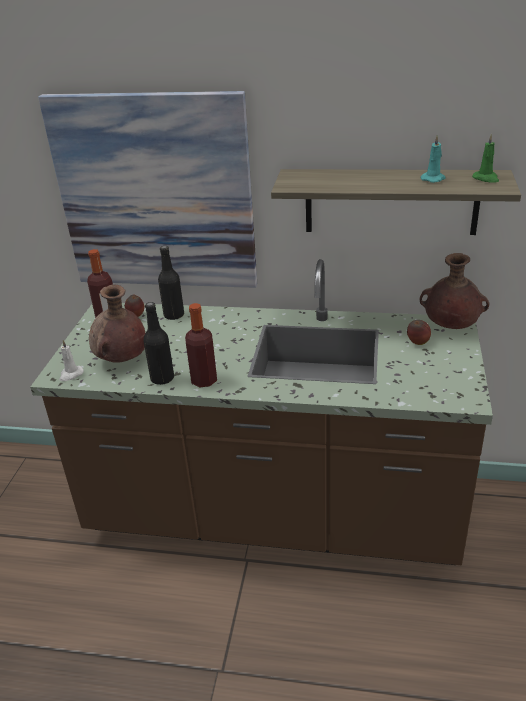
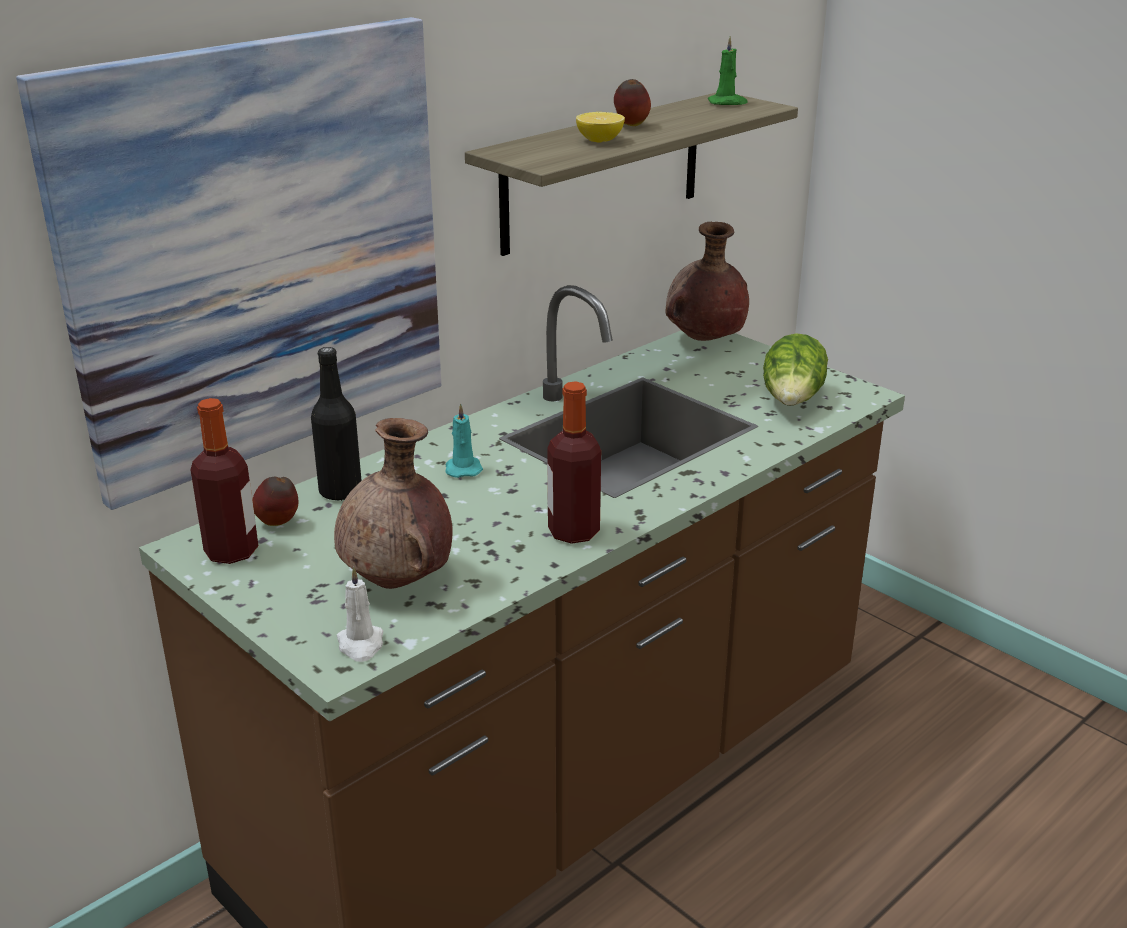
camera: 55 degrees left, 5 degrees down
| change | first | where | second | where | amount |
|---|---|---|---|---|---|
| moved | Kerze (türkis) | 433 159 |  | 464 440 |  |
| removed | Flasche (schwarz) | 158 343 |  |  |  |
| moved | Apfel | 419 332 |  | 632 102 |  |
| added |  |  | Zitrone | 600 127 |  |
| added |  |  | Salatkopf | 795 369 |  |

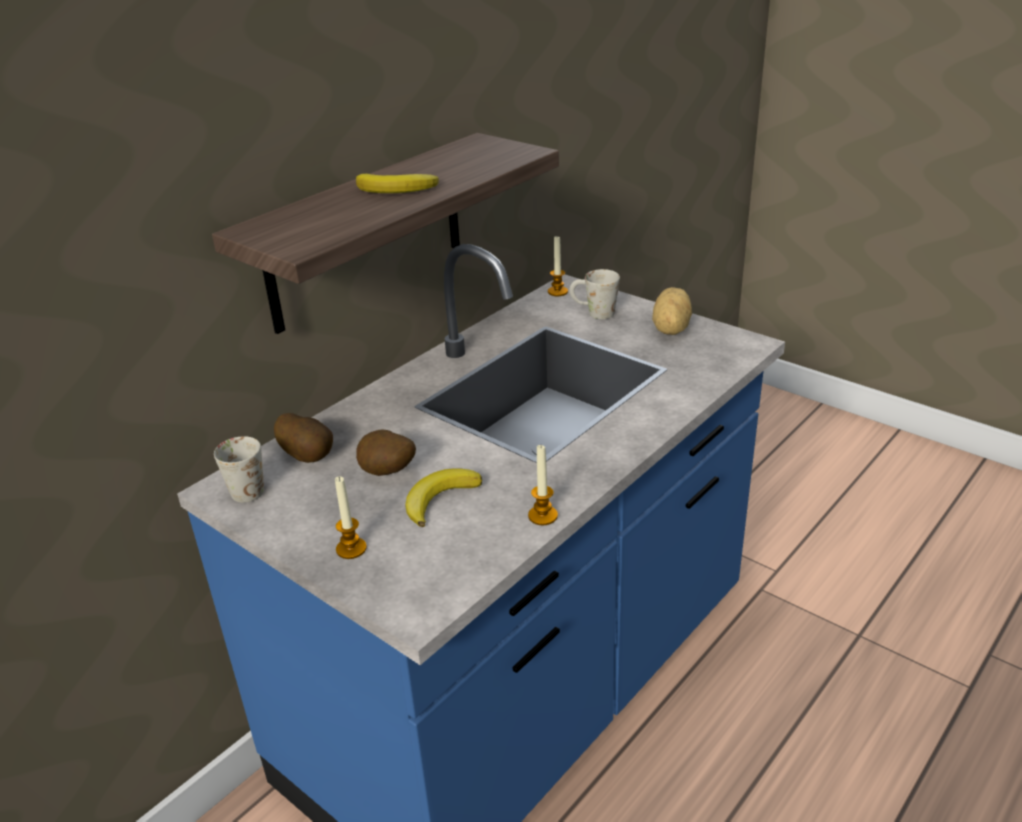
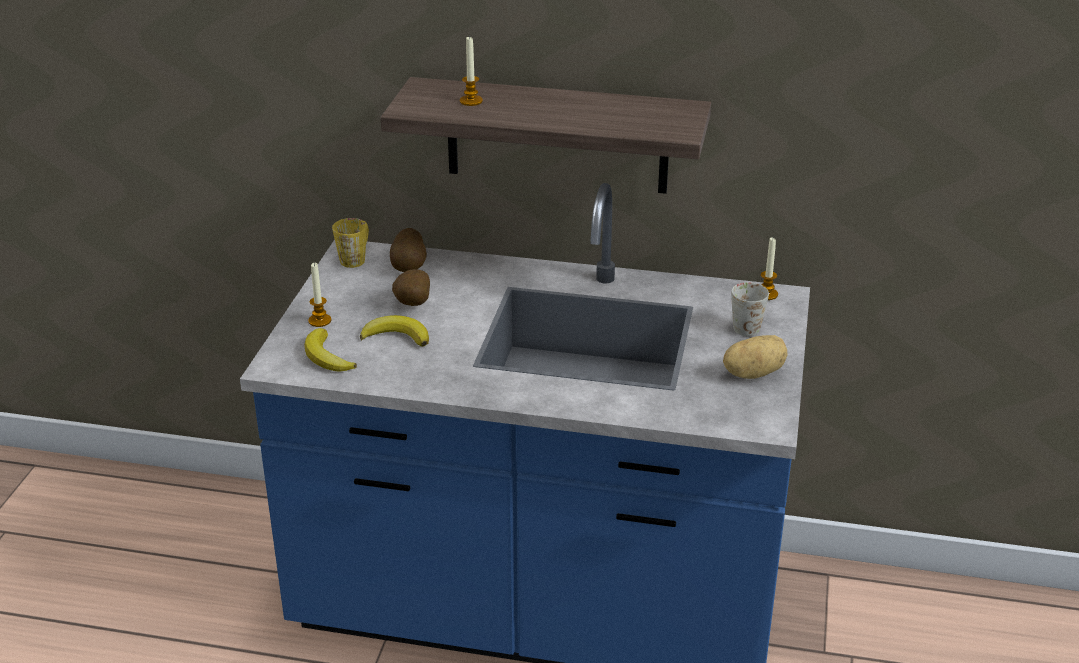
camera: 60 degrees right, 0 degrees up
| change | first | where | second | where | amount |
|---|---|---|---|---|---|
| moved | Banane | 397 183 |  | 330 350 |  |
| recoloured | Henkelbecher (weiß) | 239 469 | Henkelbecher (gelb) | 350 243 |  |
| moved | Kerze | 543 485 |  | 471 71 |  |

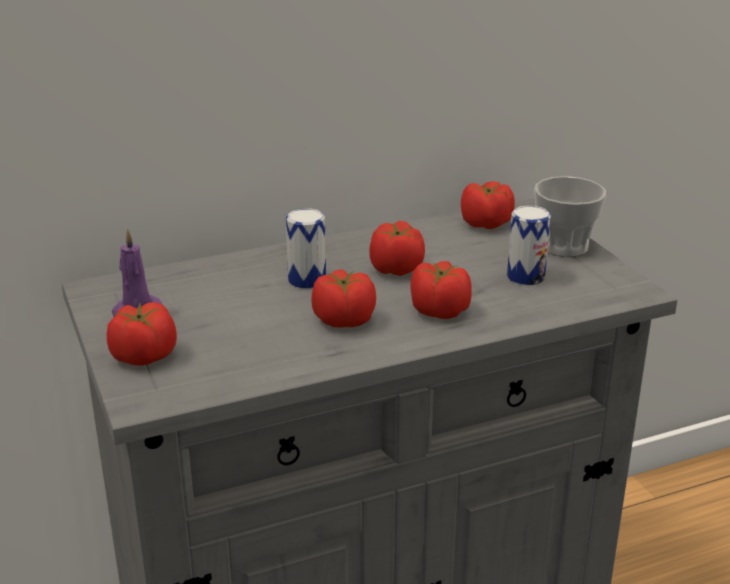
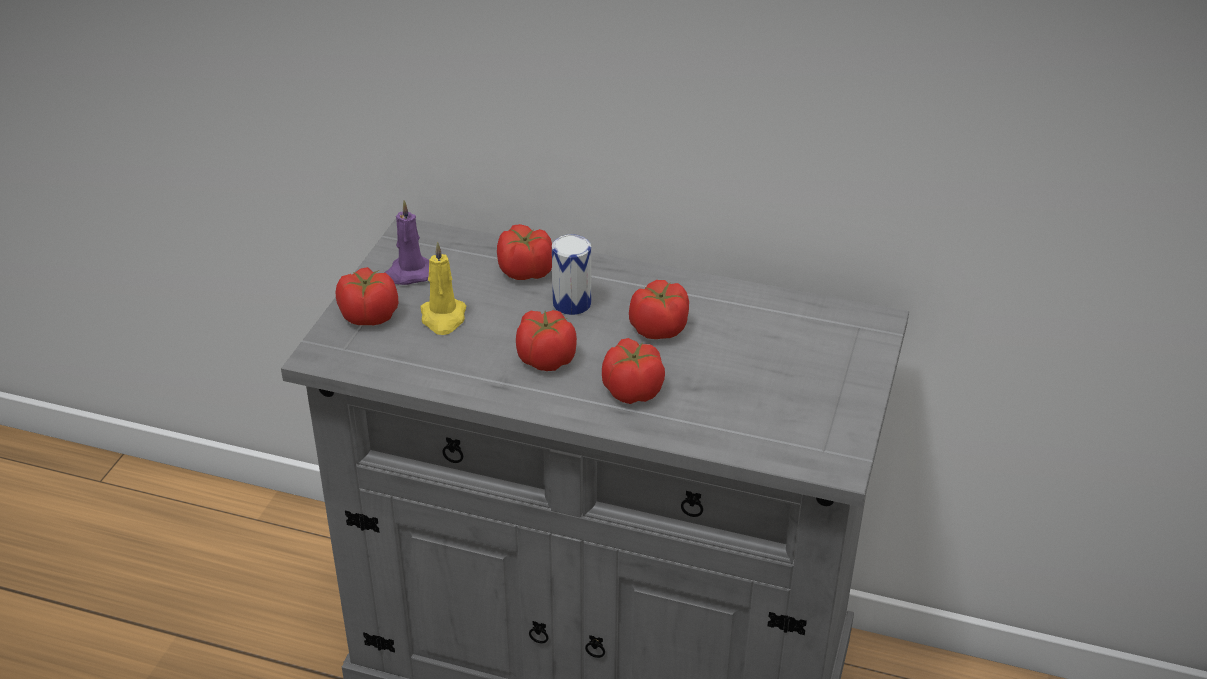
camera: 40 degrees right, 10 degrees up
| change | first | where | second | where | amount |
|---|---|---|---|---|---|
| removed | Tasse | 570 216 |  |  |  |
| moved | Tomate | 488 205 |  | 524 252 |  |
| removed | Dose | 529 246 |  |  |  |
| added |  |  | Kerze (gelb) | 443 288 |  |

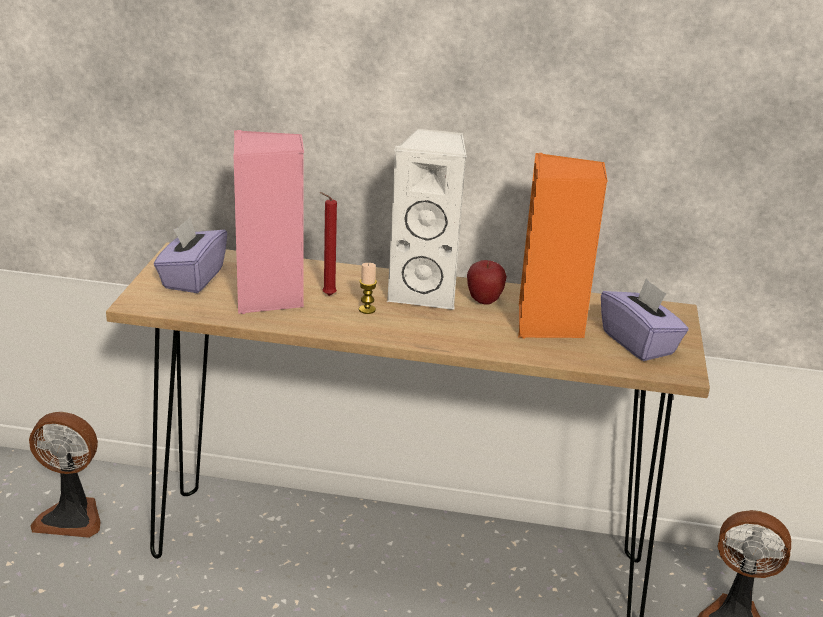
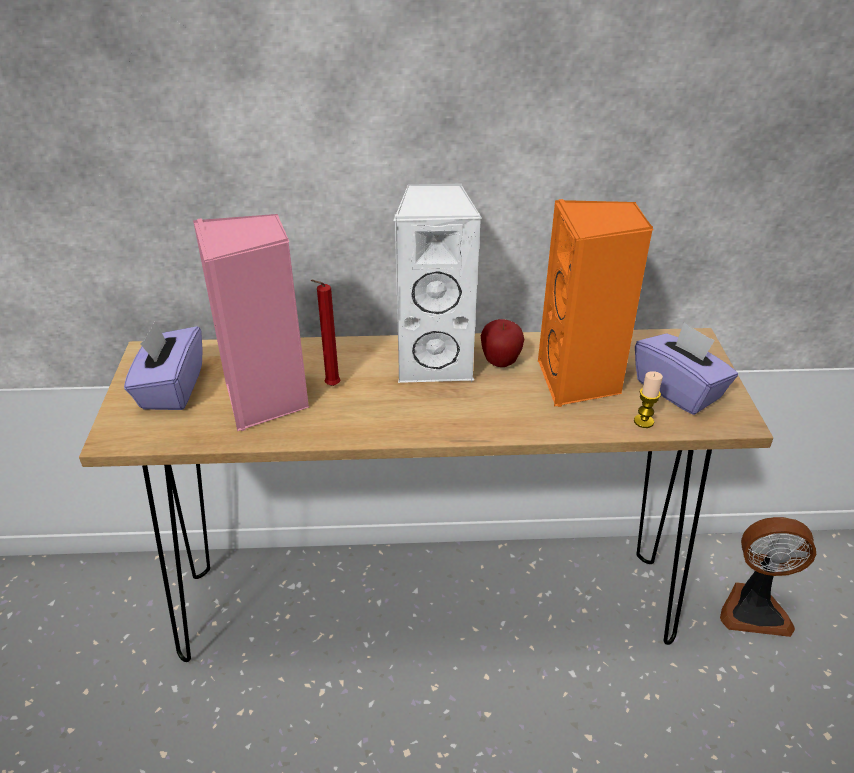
camera: 10 degrees left, 10 degrees up
| change | first | where | second | where | amount |
|---|---|---|---|---|---|
| moved | Kerze | 368 288 |  | 648 399 |  |
| removed | Ventilator | 64 475 |  |  |  |

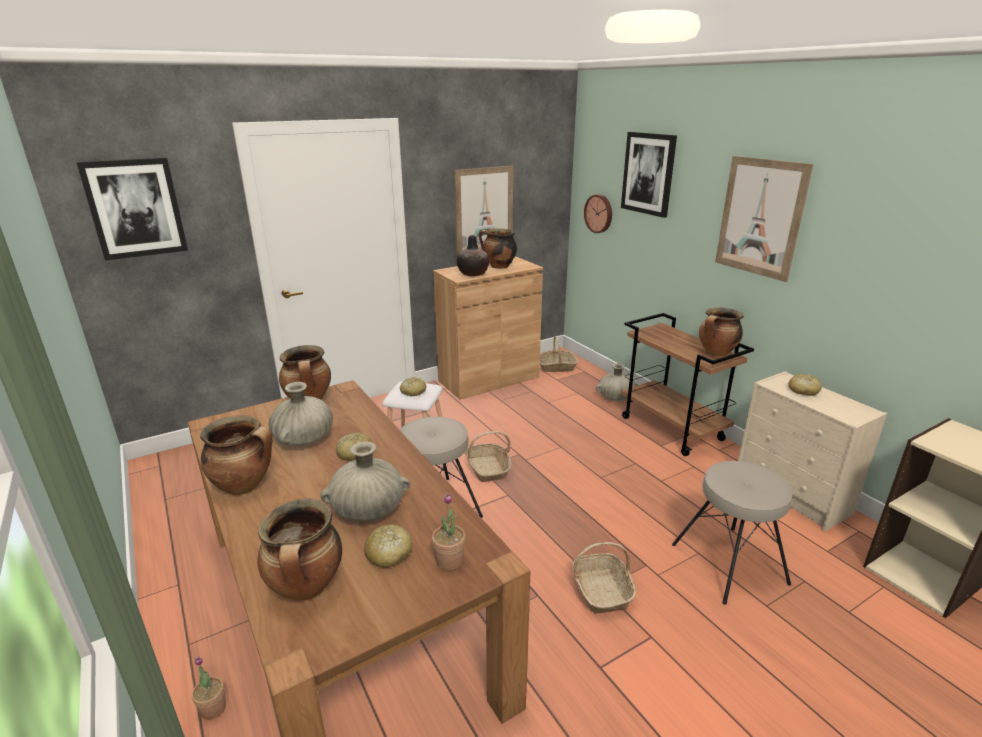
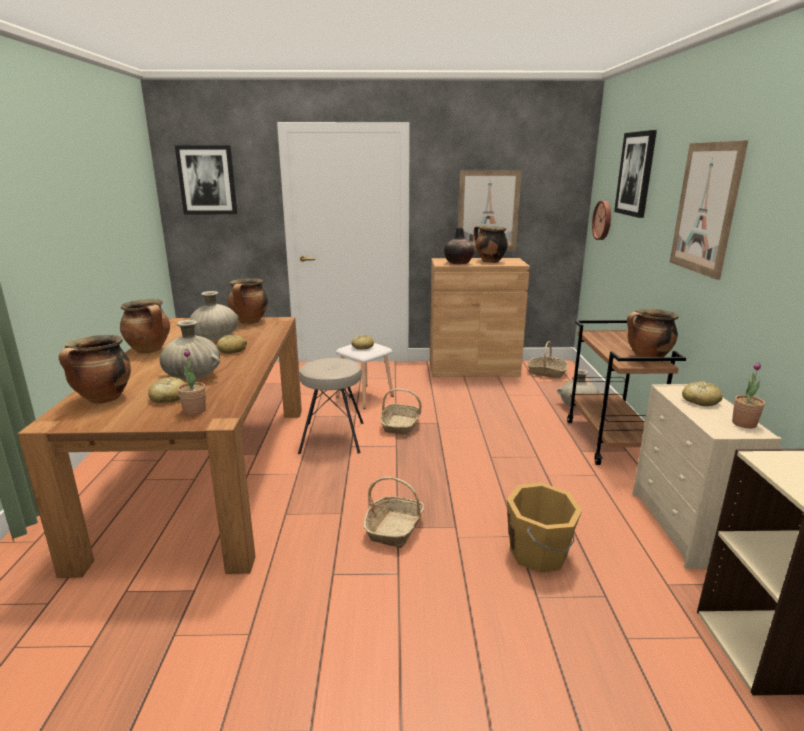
camera: 30 degrees right, 5 degrees down
| change | first | where | second | where | amount |
|---|---|---|---|---|---|
| replaced | Hocker (beige) | 732 533 | Eimer (orange) | 544 527 |  |
| moved | Topfpflanze | 209 688 |  | 748 395 |  |

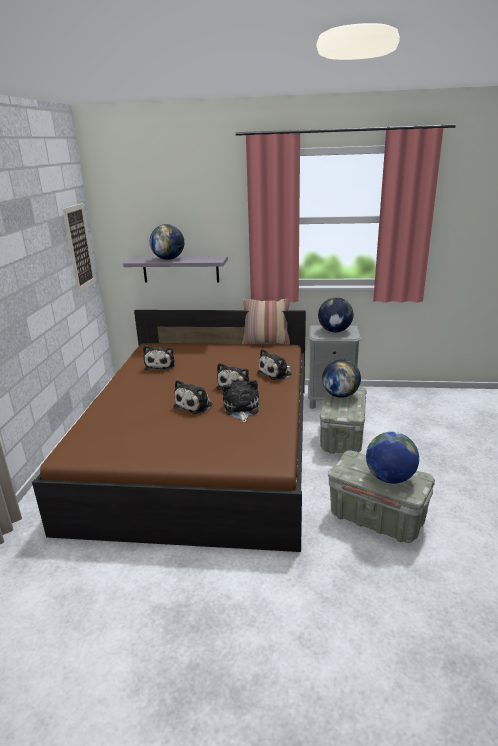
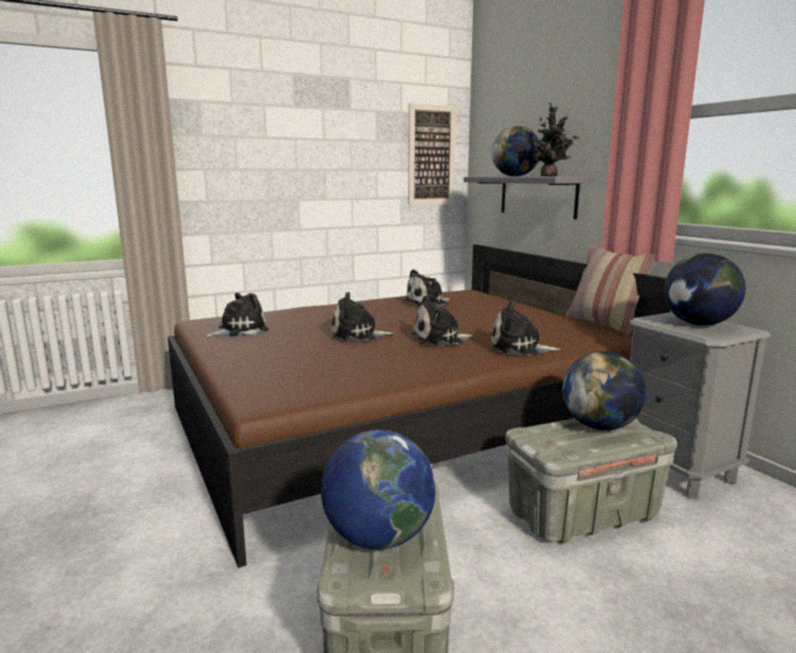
camera: 55 degrees right, 10 degrees down
| change | first | where | second | where | amount |
|---|---|---|---|---|---|
| moved | Plüschtier | 240 401 |  | 237 315 |  |
| added |  |  | Topfpflanze | 554 140 |  |

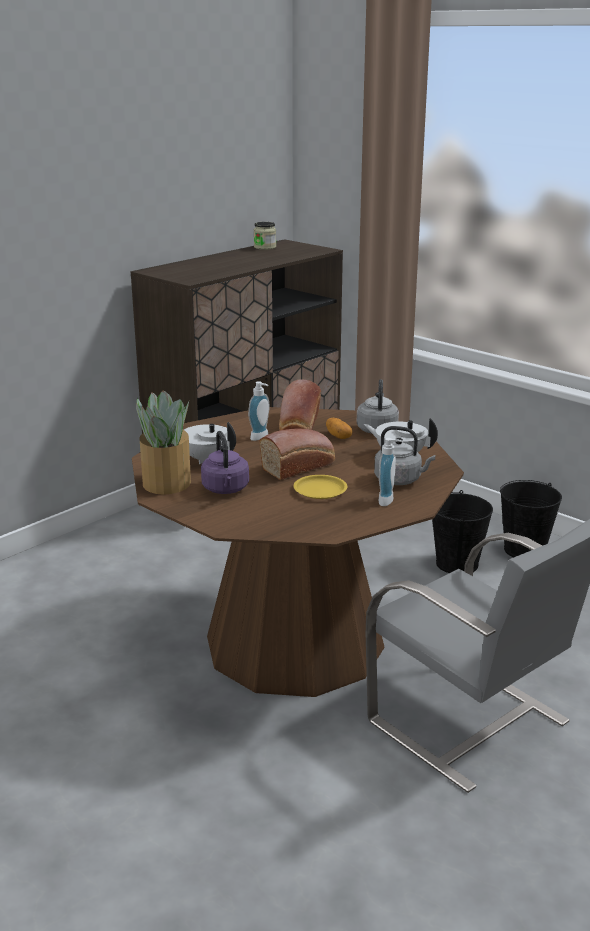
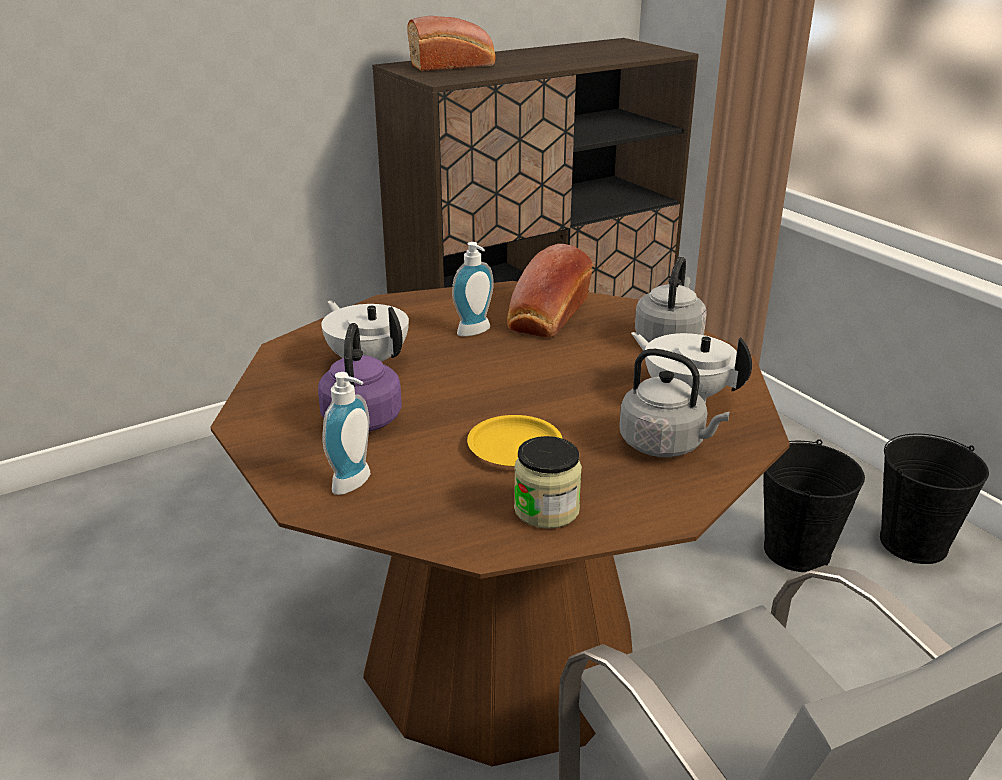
camera: 15 degrees right, 5 degrees up
| change | first | where | second | where | amount |
|---|---|---|---|---|---|
| moved | Vorratsglas | 265 236 |  | 548 482 |  |
| removed | Topfpflanze | 163 442 |  |  |  |
| removed | Kartoffel | 339 428 |  |  |  |
| moved | Brot | 297 454 |  | 451 43 |  |
| moved | Seifenspender | 391 472 |  | 346 433 |  |

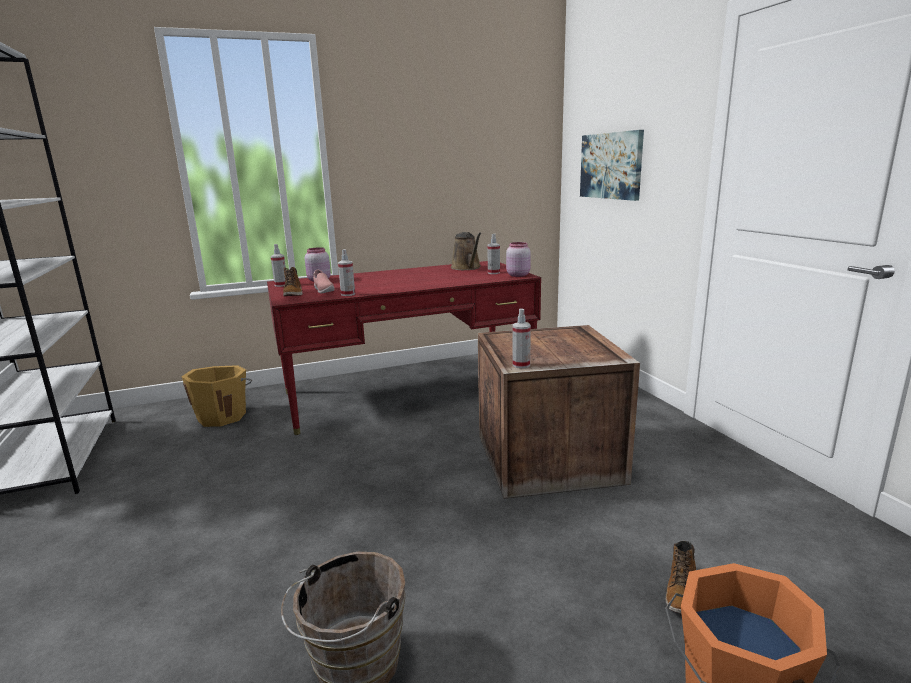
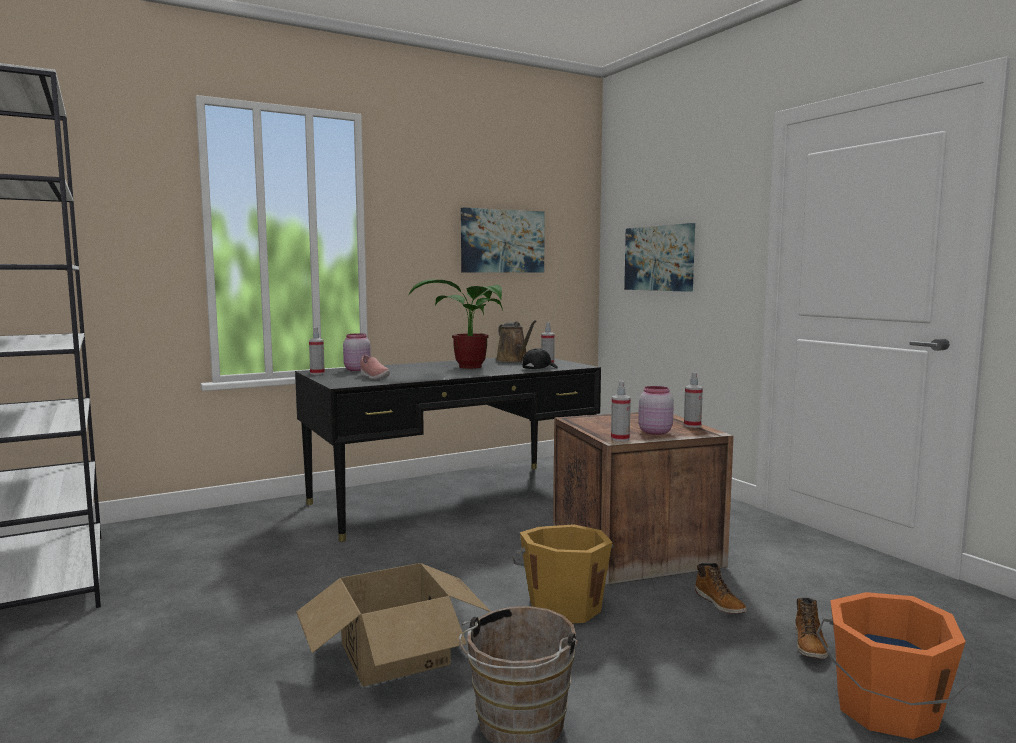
camera: 10 degrees left, 10 degrees down
| change | first | where | second | where | amount |
|---|---|---|---|---|---|
| moved | Vorratsglas (rosa) | 518 259 |  | 656 410 |  |
| moved | Sprühflasche | 346 272 |  | 693 400 |  |
| recoloured | Schreibtisch (rot) | 404 348 | Schreibtisch (schwarz) | 448 450 |  |
| moved | Stiefel | 293 282 |  | 721 588 |  |
| moved | Eimer (orange) | 216 396 |  | 563 574 |  |
| added |  |  | Bild | 503 240 |  |
| added |  |  | Topfpflanze | 455 324 |  |
| added |  |  | Kappe (schwarz) | 540 358 |  |
| added |  |  | Karton | 393 624 |  |

